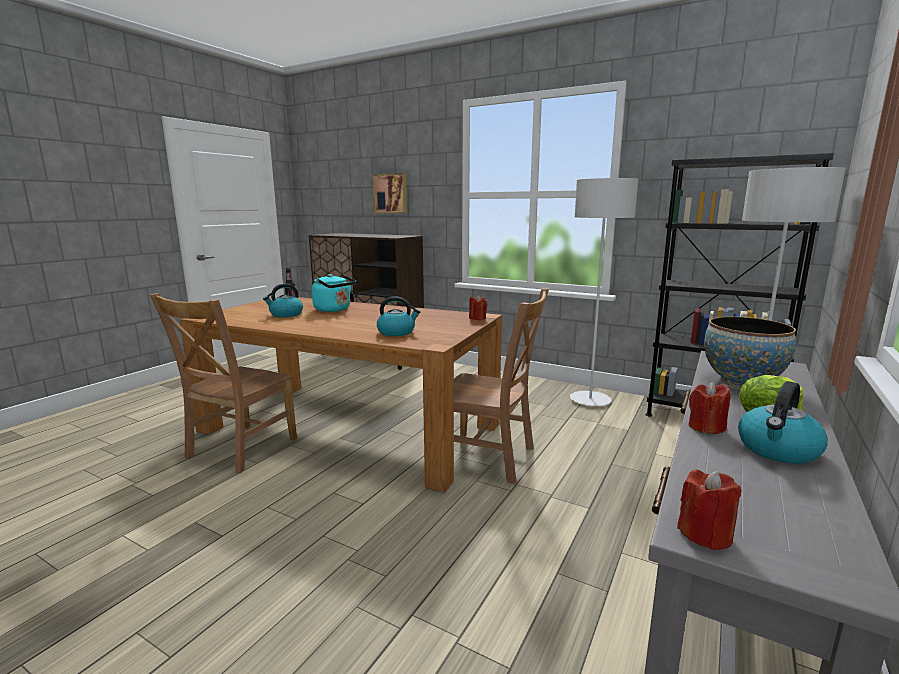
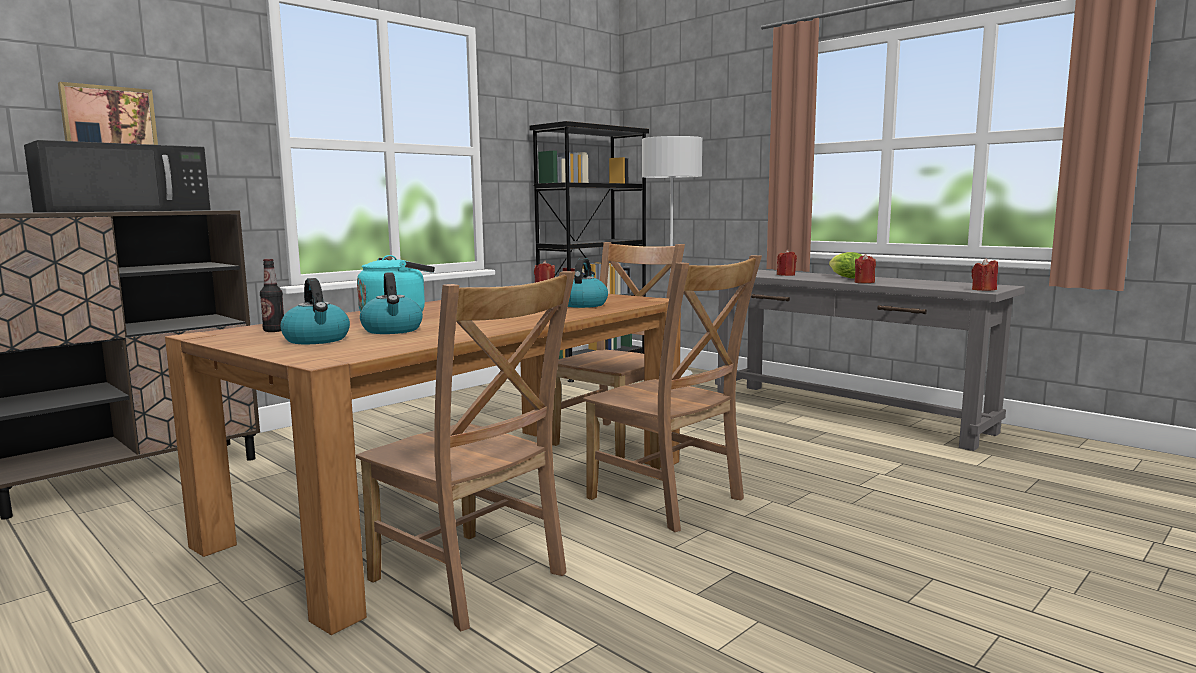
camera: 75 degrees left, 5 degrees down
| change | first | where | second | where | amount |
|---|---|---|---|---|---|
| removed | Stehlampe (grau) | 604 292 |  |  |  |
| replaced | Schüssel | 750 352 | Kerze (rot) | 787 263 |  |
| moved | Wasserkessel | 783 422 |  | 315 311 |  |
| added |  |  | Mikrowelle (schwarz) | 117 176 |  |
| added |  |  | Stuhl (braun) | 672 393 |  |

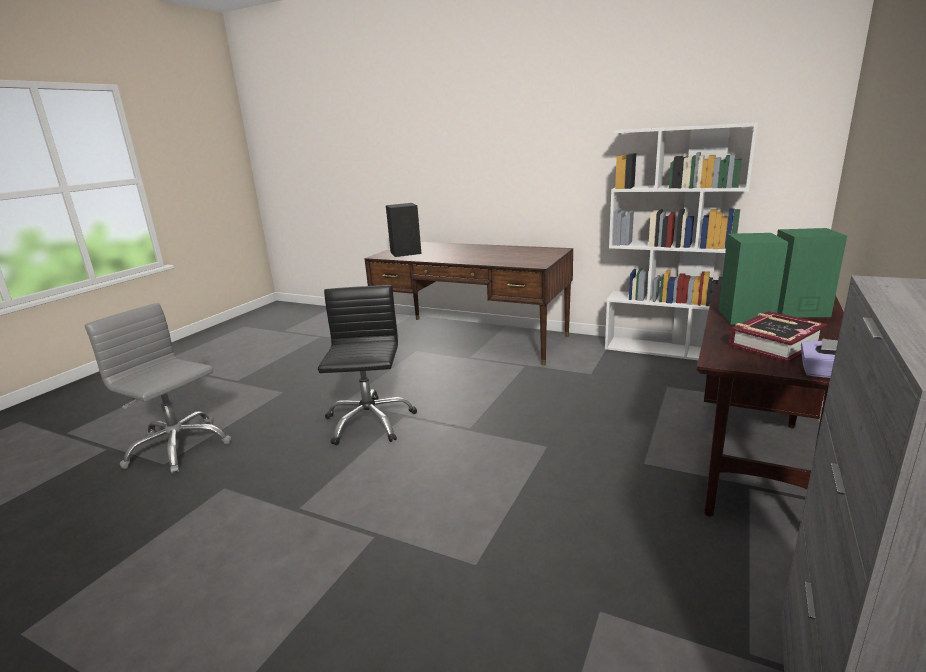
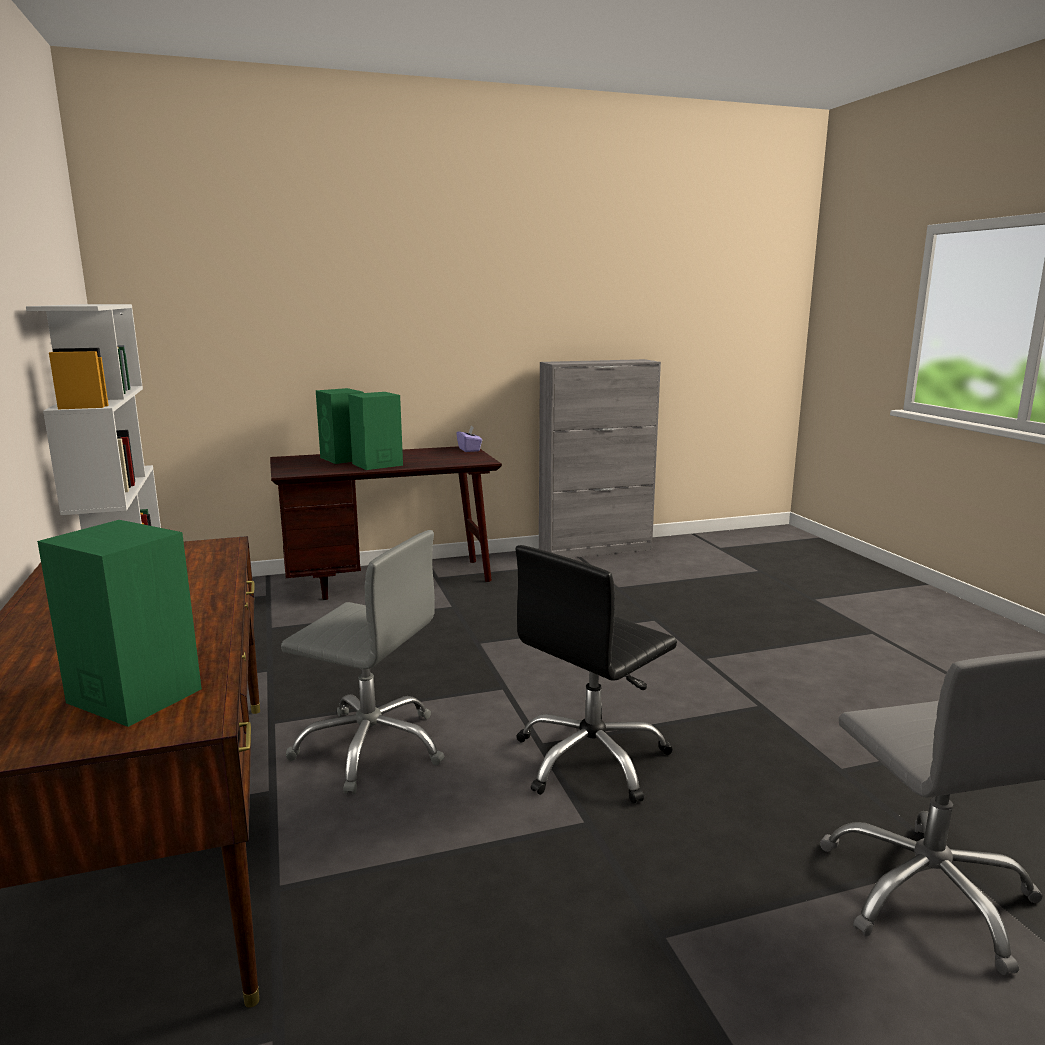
camera: 135 degrees left, 5 degrees down
| change | first | where | second | where | amount |
|---|---|---|---|---|---|
| recoloured | Lautsprecher (schwarz) | 403 230 | Lautsprecher (grün) | 119 623 |  |
| removed | Buch | 778 336 |  |  |  |
| added |  |  | Bürostuhl (grau) | 363 662 |  |

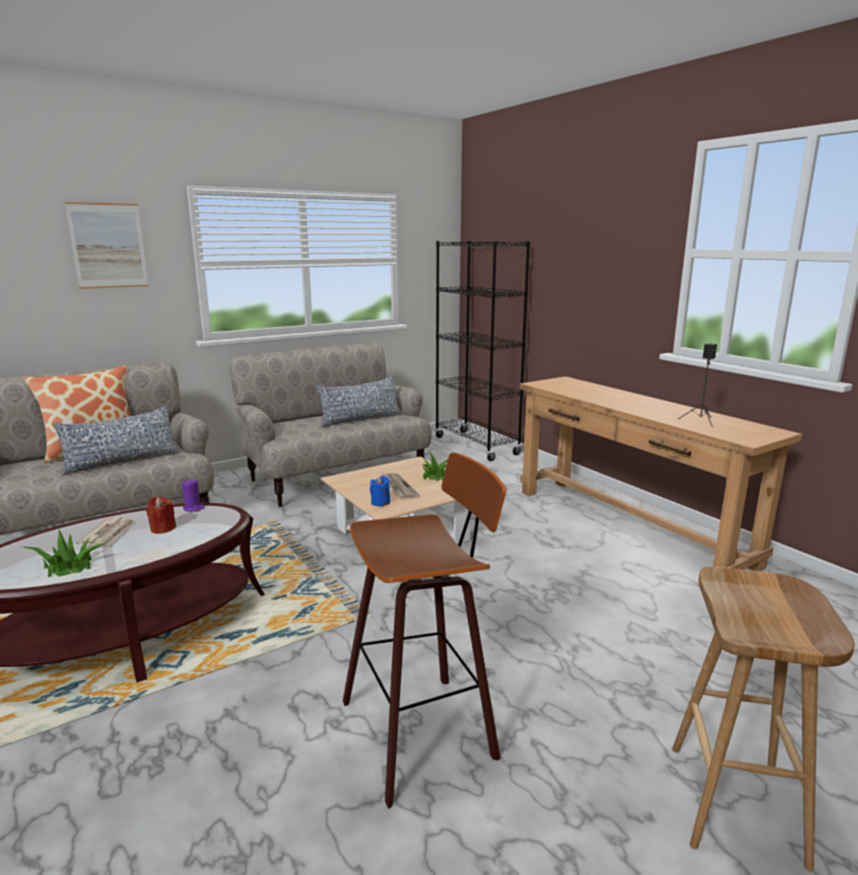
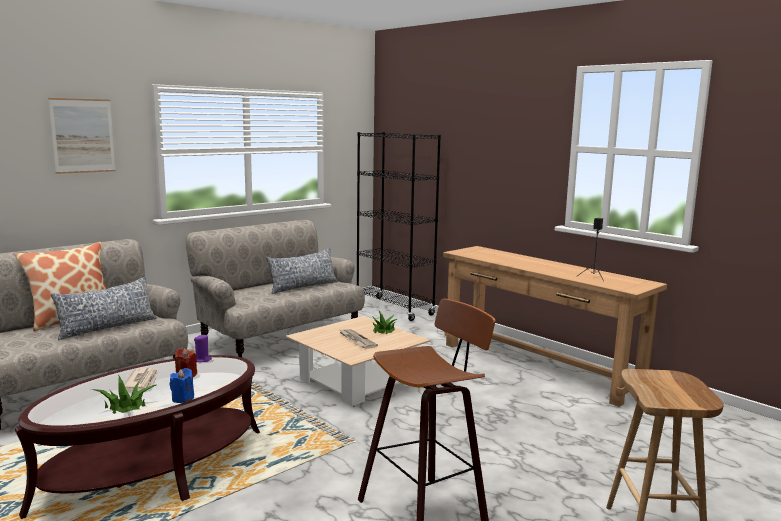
camera: 10 degrees left, 5 degrees down
| change | first | where | second | where | amount |
|---|---|---|---|---|---|
| moved | Kerze (blau) | 380 491 |  | 182 385 |  |

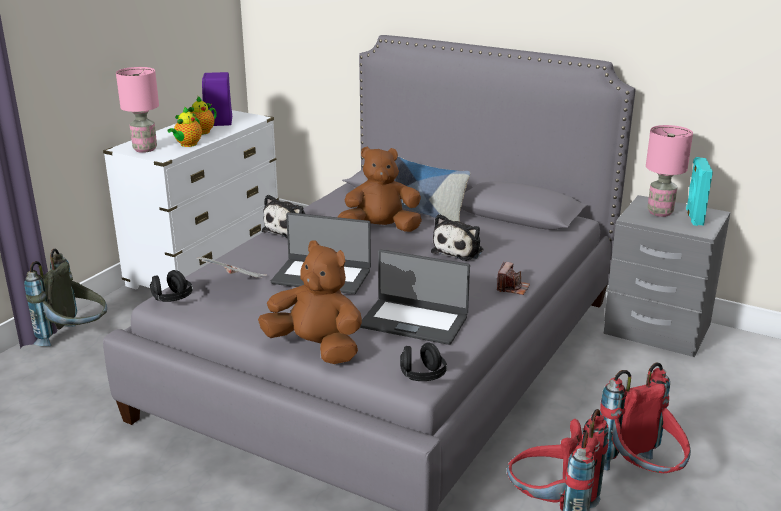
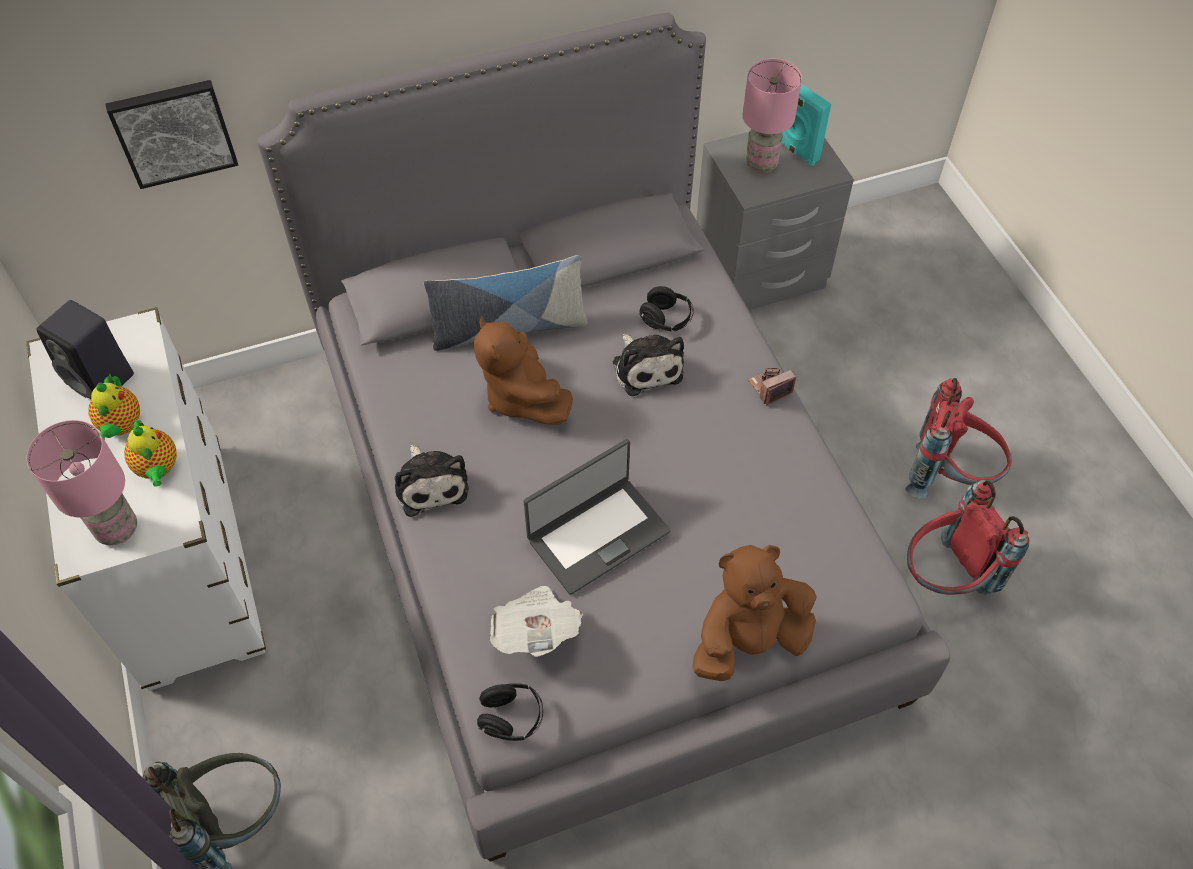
camera: 50 degrees left, 30 degrees up
| change | first | where | second | where | amount |
|---|---|---|---|---|---|
| recoloured | Lautsprecher (lila) | 217 99 | Lautsprecher (schwarz) | 85 349 |  |
| turned | Plüschtier (braun) | 380 189 |  | 523 370 | 60 degrees counterclockwise |
| removed | Laptop | 415 297 |  |  |  |
| turned | Kamera | 513 278 |  | 772 387 | 90 degrees counterclockwise |
| moved | Kopfhörer (schwarz) | 423 362 |  | 666 308 |  |
| added |  |  | Bild | 171 134 |  |

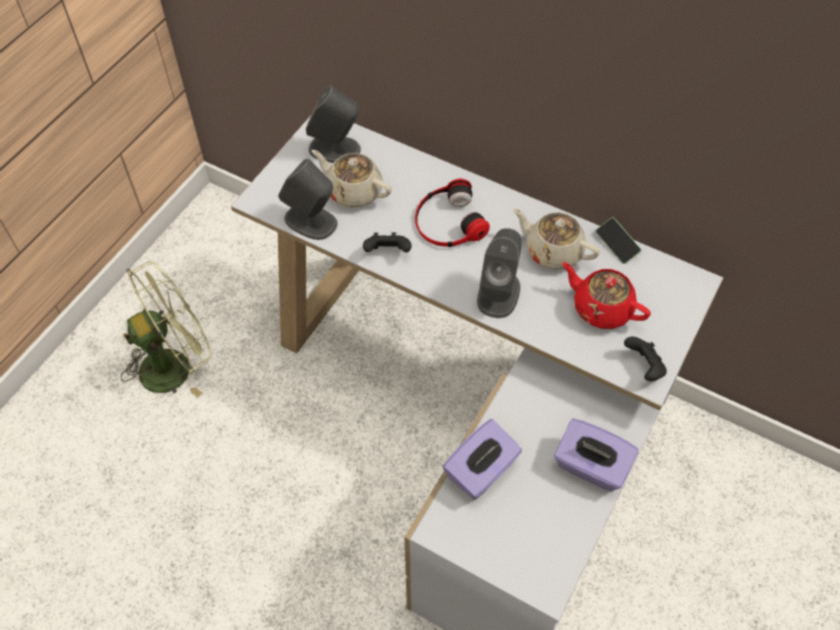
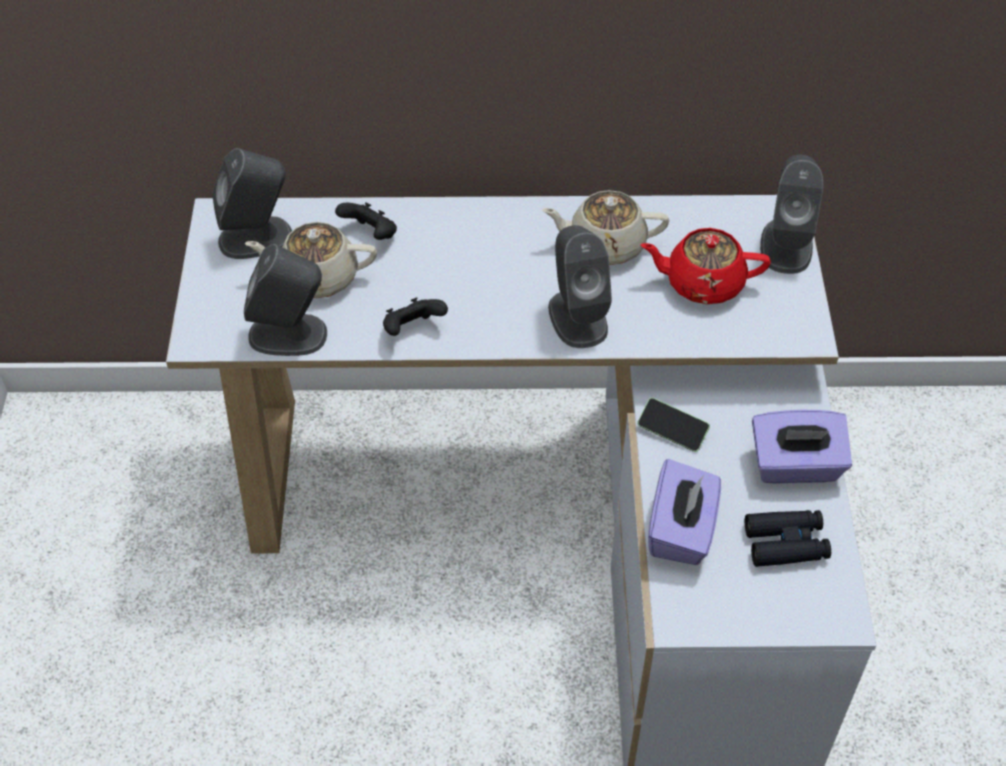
camera: 30 degrees left, 5 degrees down
| change | first | where | second | where | amount |
|---|---|---|---|---|---|
| removed | Kopfhörer | 452 213 |  |  |  |
| moved | Handy | 619 240 |  | 673 425 |  |
| removed | Ventilator (grün) | 166 329 |  |  |  |
| moved | Gamepad (schwarz) | 645 359 |  | 366 221 |  |
| added |  |  | Lautsprecher (grau) | 792 214 |  |
| added |  |  | Fernglas (schwarz) | 788 538 |  |

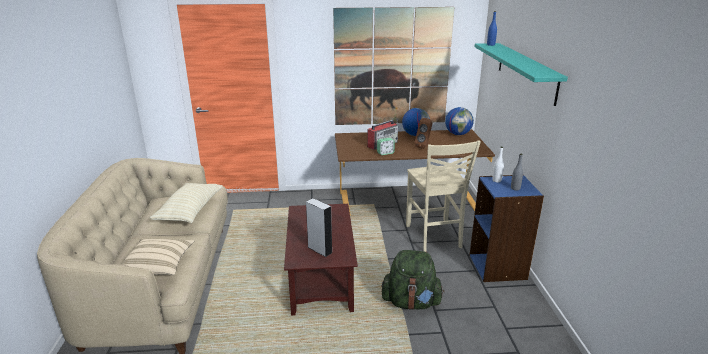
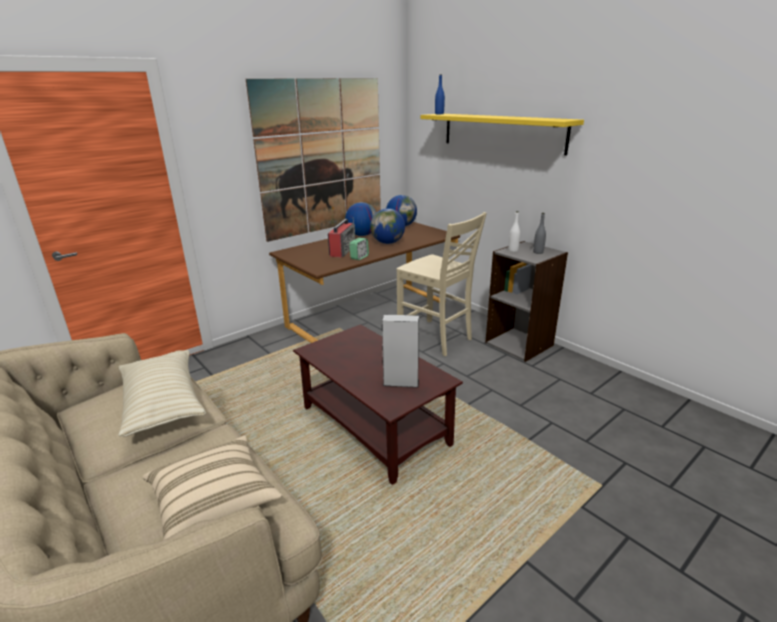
camera: 35 degrees left, 0 degrees up
| change | first | where | second | where | amount |
|---|---|---|---|---|---|
| recoloured | Wandregal (türkis) | 521 74 | Wandregal (gelb) | 502 134 |  |
| replaced | Lautsprecher (braun) | 423 133 | Globus | 387 226 |  |
| recoloured | Bücherregal (blau) | 507 228 | Bücherregal (grau) | 526 301 |  |
| removed | Rucksack (grün) | 412 280 |  |  |  |

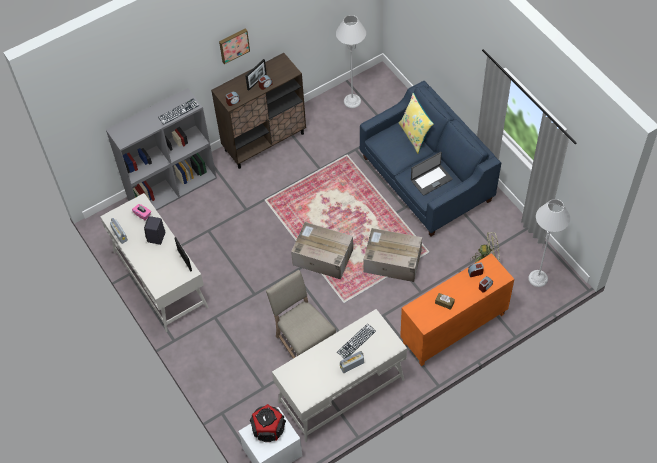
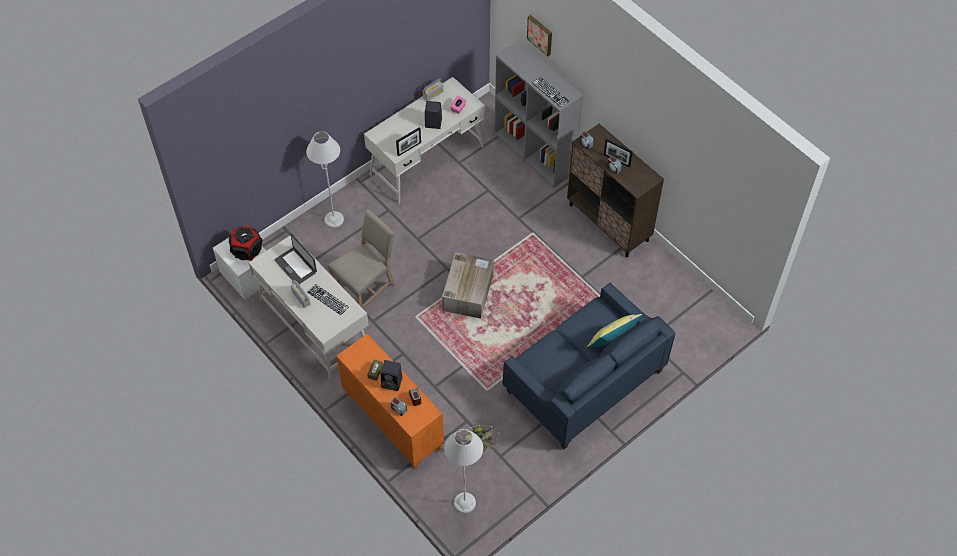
camera: 80 degrees right, 0 degrees up
| change | first | where | second | where | amount |
|---|---|---|---|---|---|
| moved | Stehlampe (grau) | 351 61 |  | 325 179 |  |
| moved | Bild | 234 46 |  | 539 36 |  |
| moved | Laptop | 432 174 |  | 295 259 |  |
| removed | Karton | 392 255 |  |  |  |
| added |  |  | Lautsprecher (schwarz) | 392 375 |  |

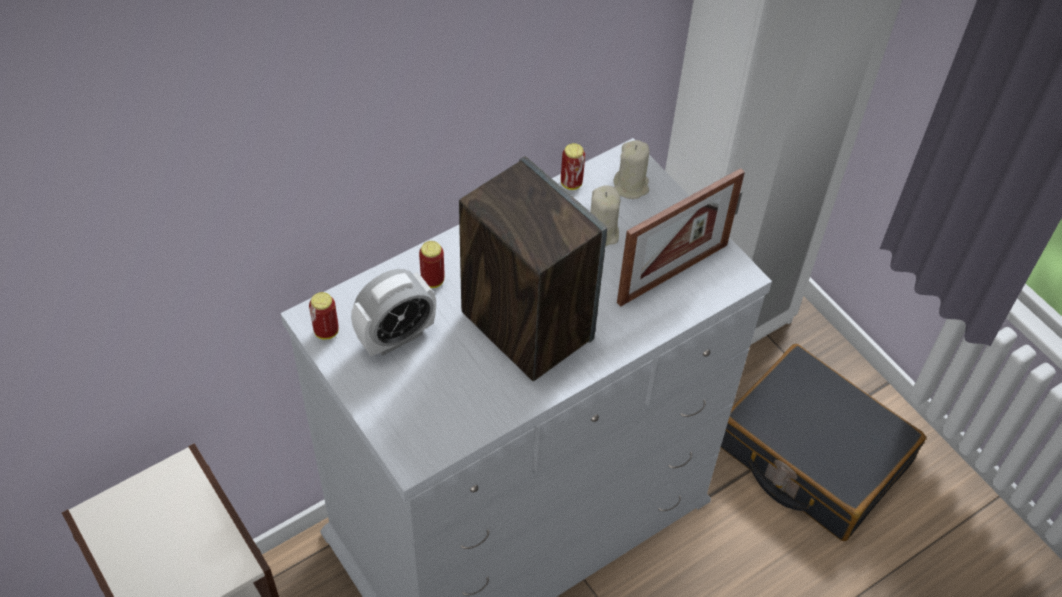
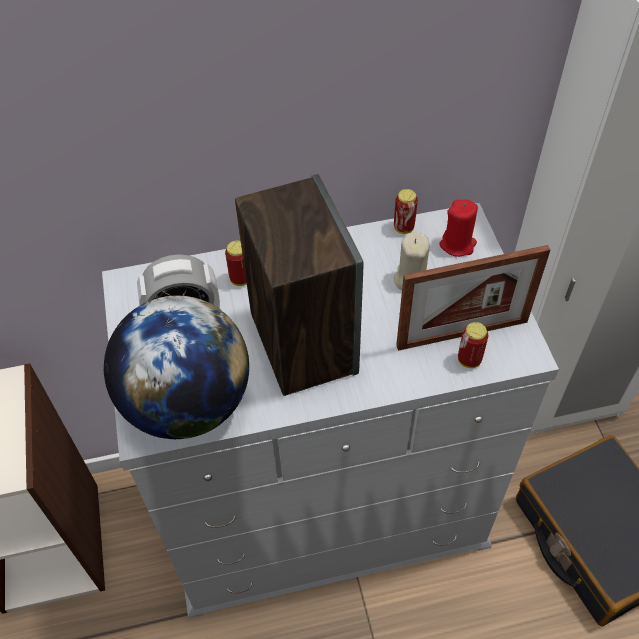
camera: 25 degrees right, 0 degrees up
| change | first | where | second | where | amount |
|---|---|---|---|---|---|
| recoloured | Kerze (beige) | 631 169 | Kerze (rot) | 458 228 |  |
| moved | Dose | 324 315 |  | 473 345 |  |
| added |  |  | Globus | 176 367 |  |

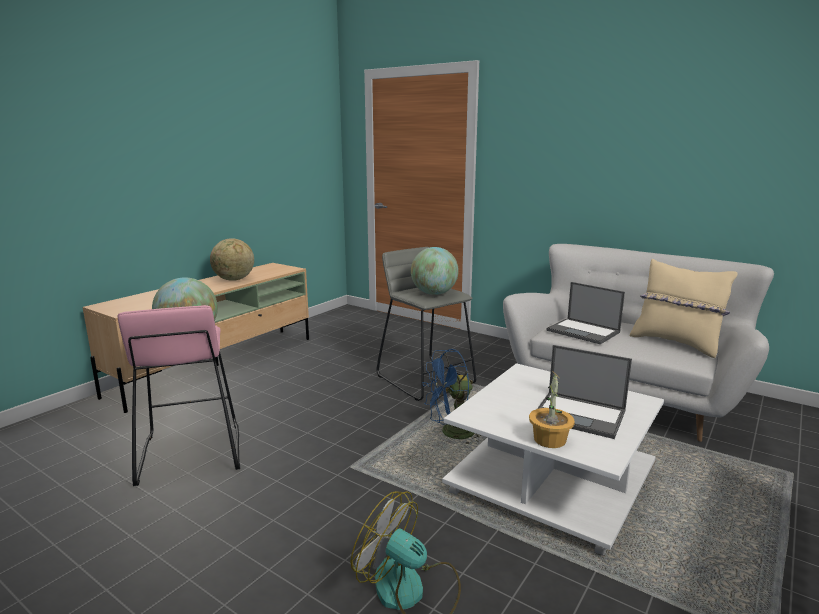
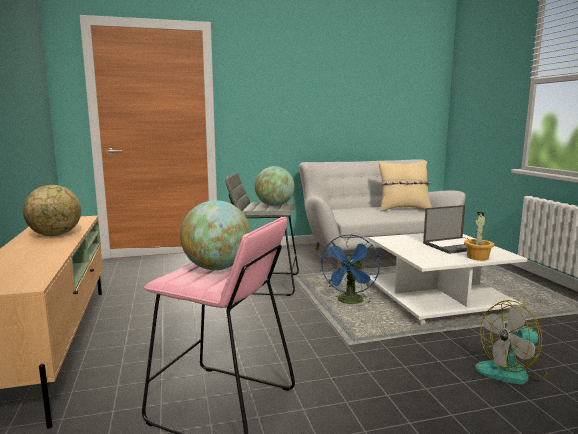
camera: 50 degrees left, 5 degrees down
| change | first | where | second | where | amount |
|---|---|---|---|---|---|
| removed | Laptop | 585 313 |  |  |  |

